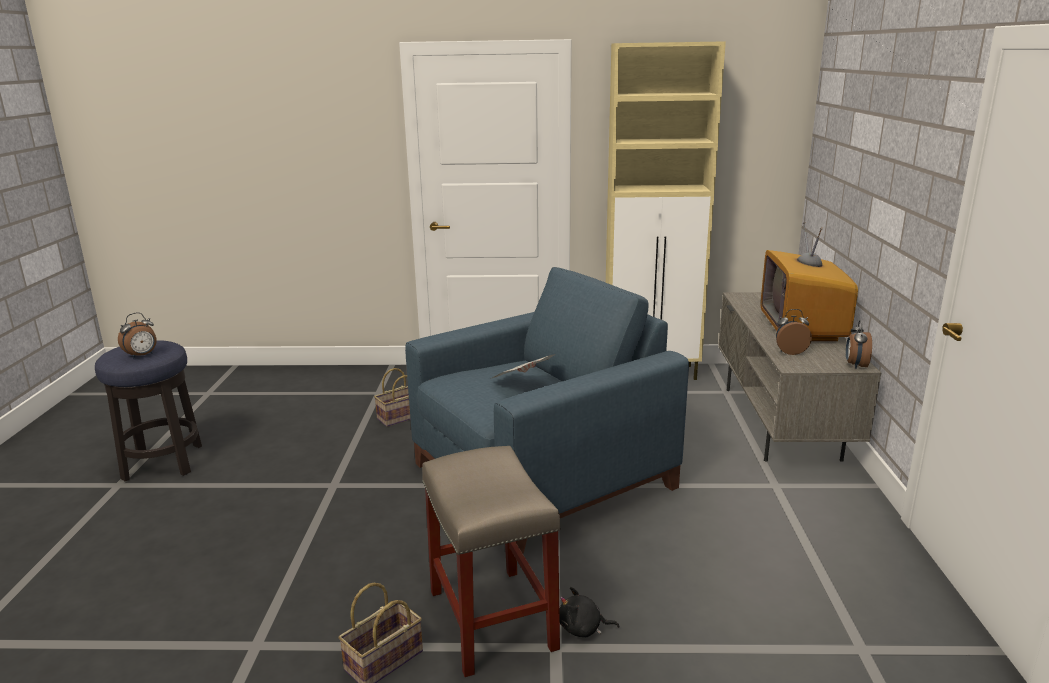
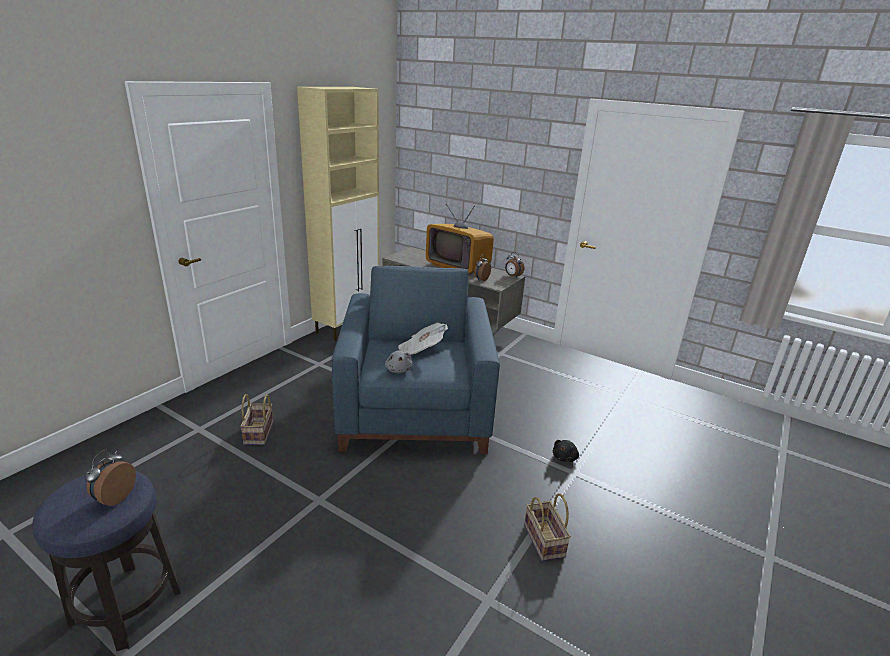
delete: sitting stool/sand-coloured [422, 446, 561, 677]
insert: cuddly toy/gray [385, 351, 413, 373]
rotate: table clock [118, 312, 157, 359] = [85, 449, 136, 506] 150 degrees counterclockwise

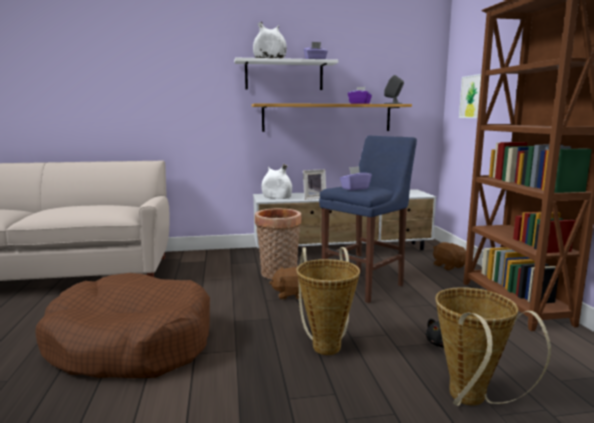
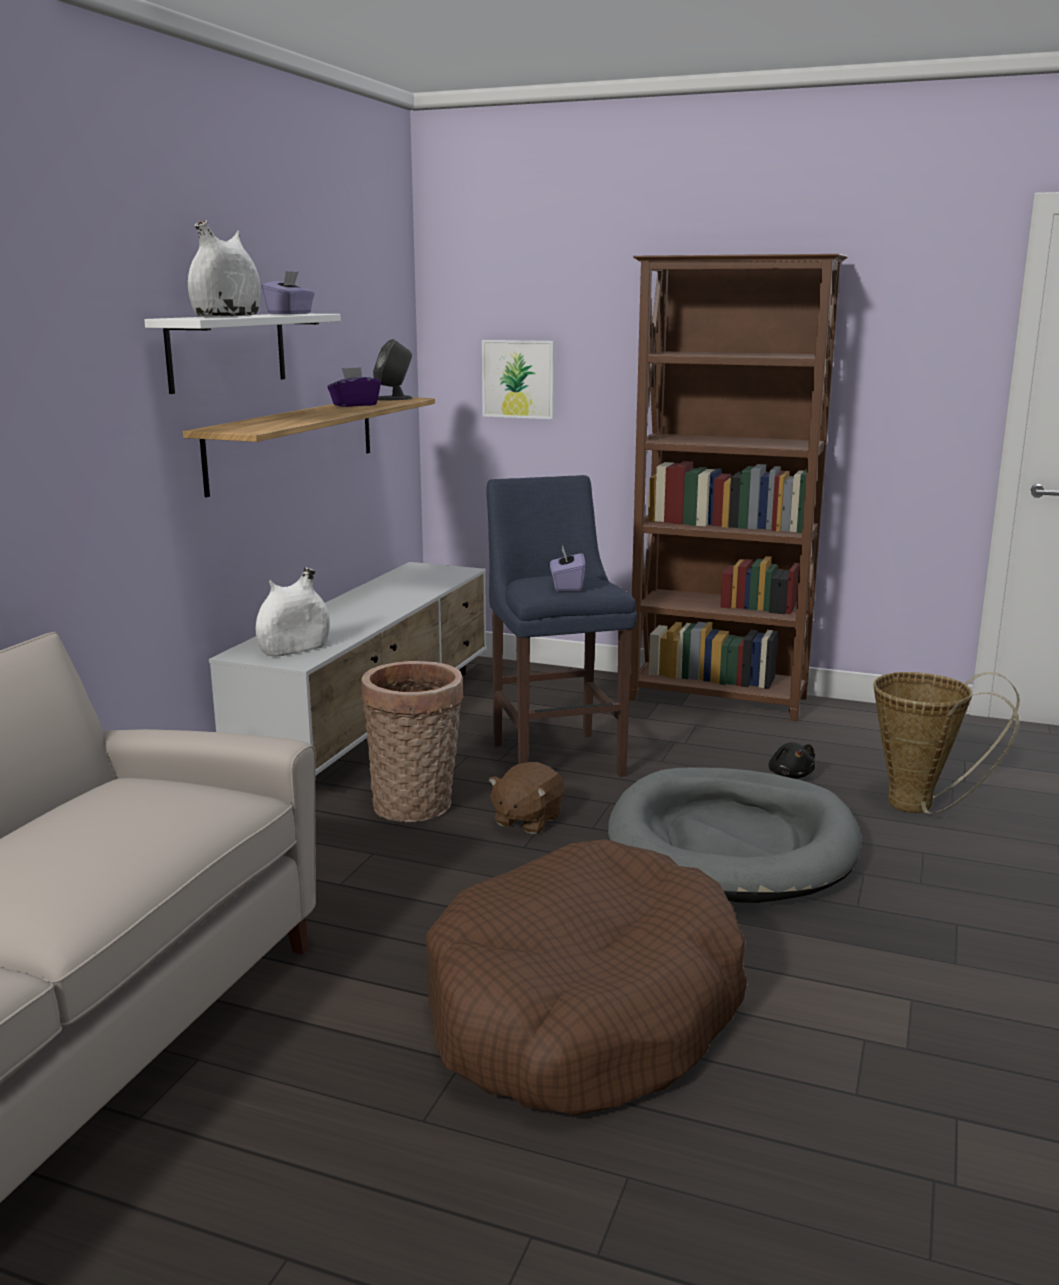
delete: standing frame [303, 169, 326, 200]; cuddly toy/brownish [433, 242, 466, 270]
replace: basket [296, 247, 360, 355] to dog bed/gray [608, 767, 861, 903]

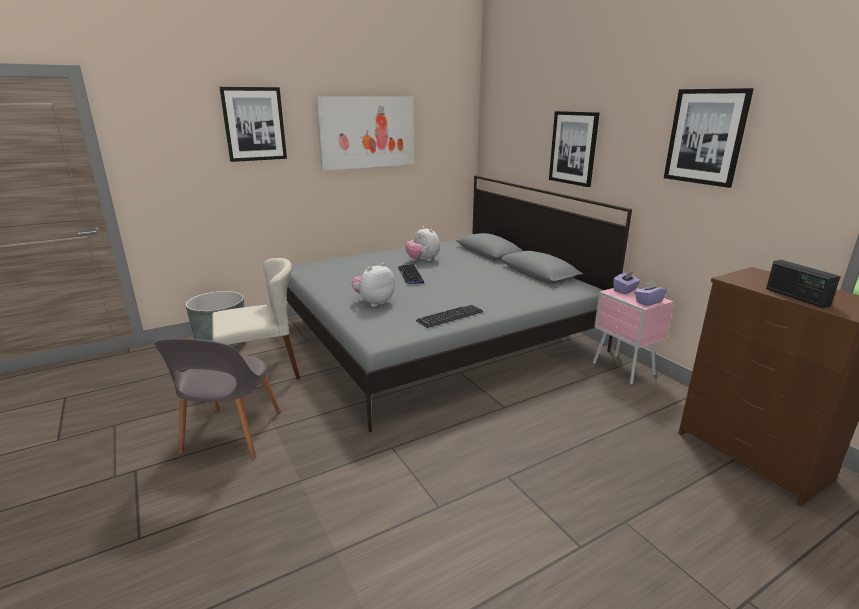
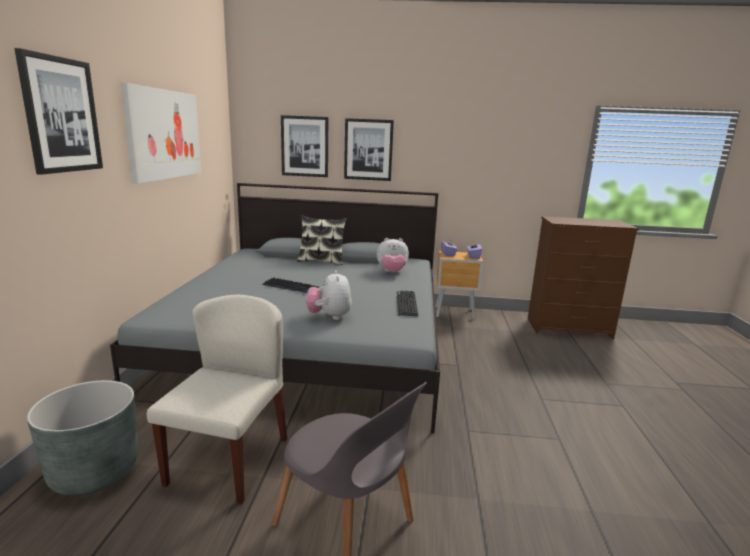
delete: radio receiver [766, 260, 841, 308]
insert: cushion [297, 215, 347, 265]
move: cuddly toy [405, 226, 440, 261] to [377, 238, 409, 272]; wall picture [664, 88, 754, 188] to [281, 115, 328, 177]
recolor: night table/pinkish [593, 288, 674, 385] to night table/brownish [436, 251, 483, 320]

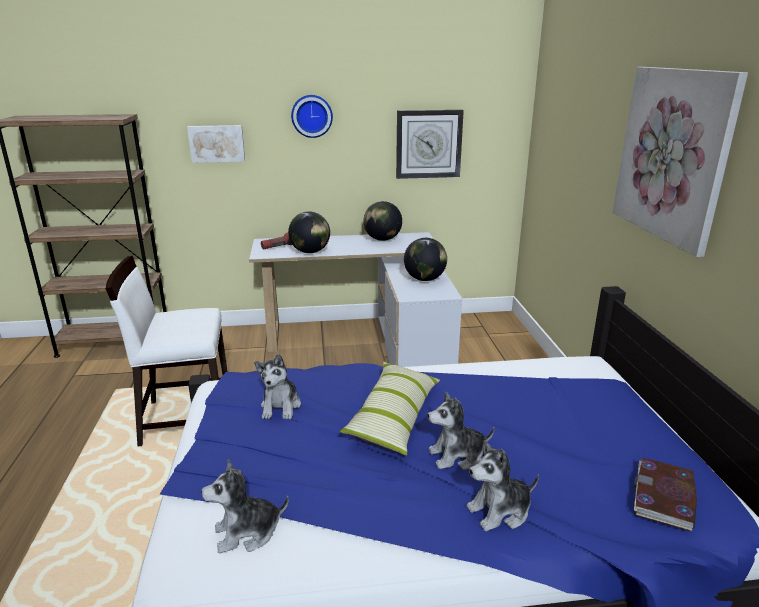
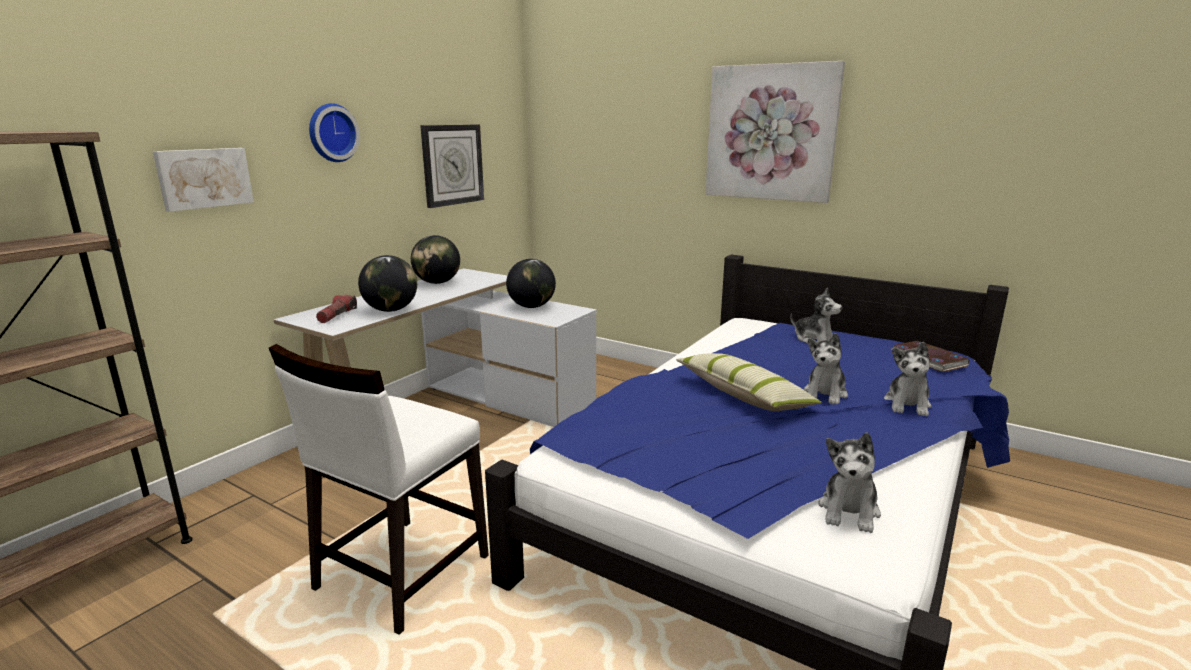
move: cuddly toy [254, 354, 301, 419] to [790, 288, 842, 343]

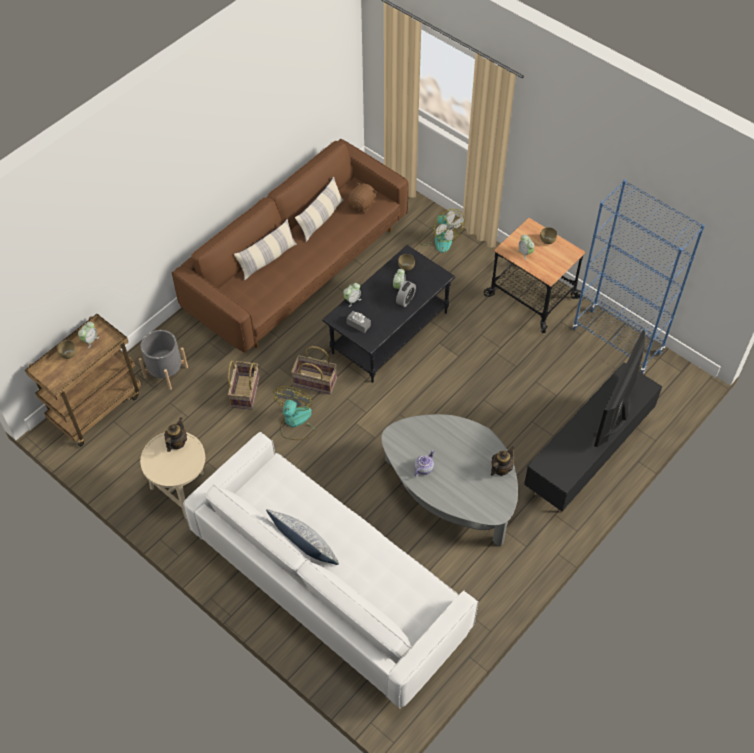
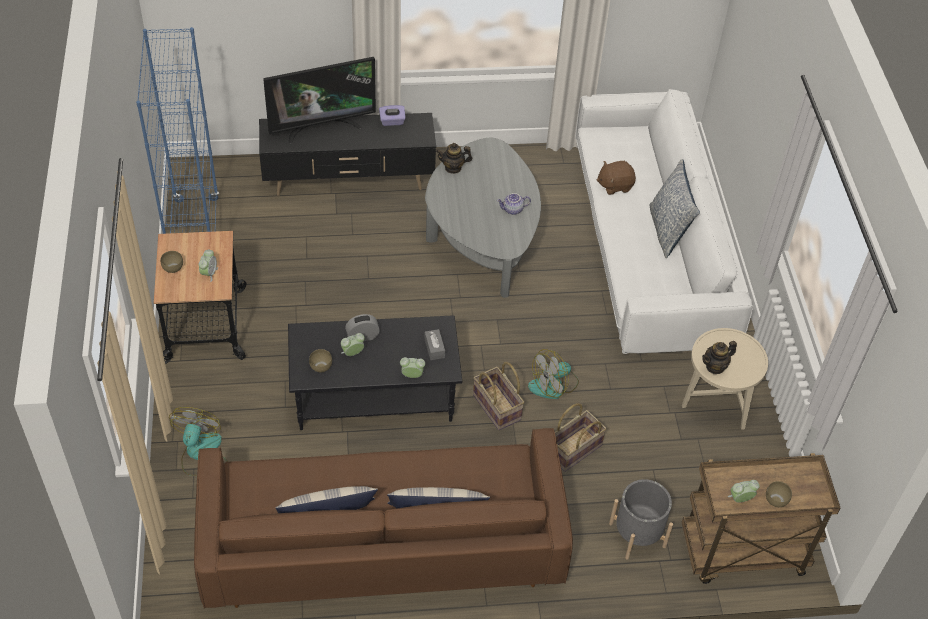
insert: box of tissues/purplish [379, 105, 406, 126]
move: cuddly toy/brownish [348, 182, 377, 212] to [597, 161, 636, 195]

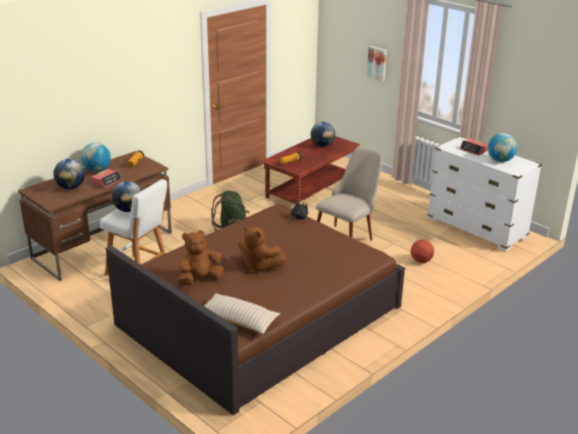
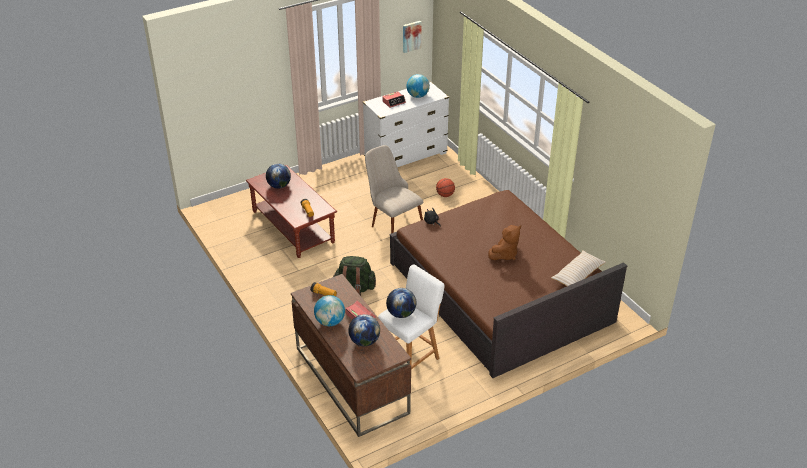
delete: cuddly toy/brownish [178, 230, 224, 286]
move: wall picture [367, 46, 387, 82] to [403, 21, 422, 53]

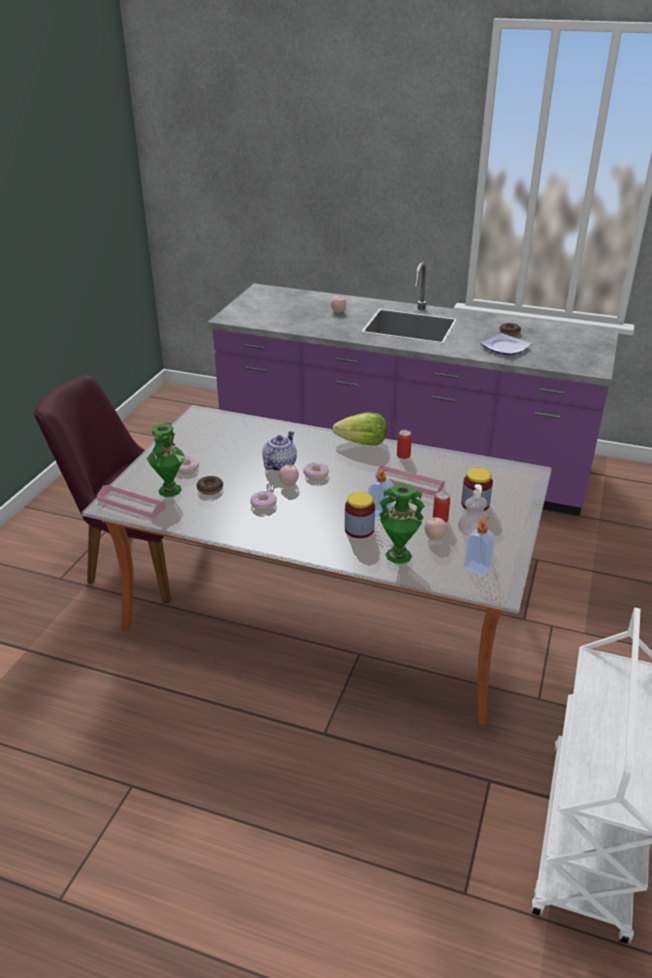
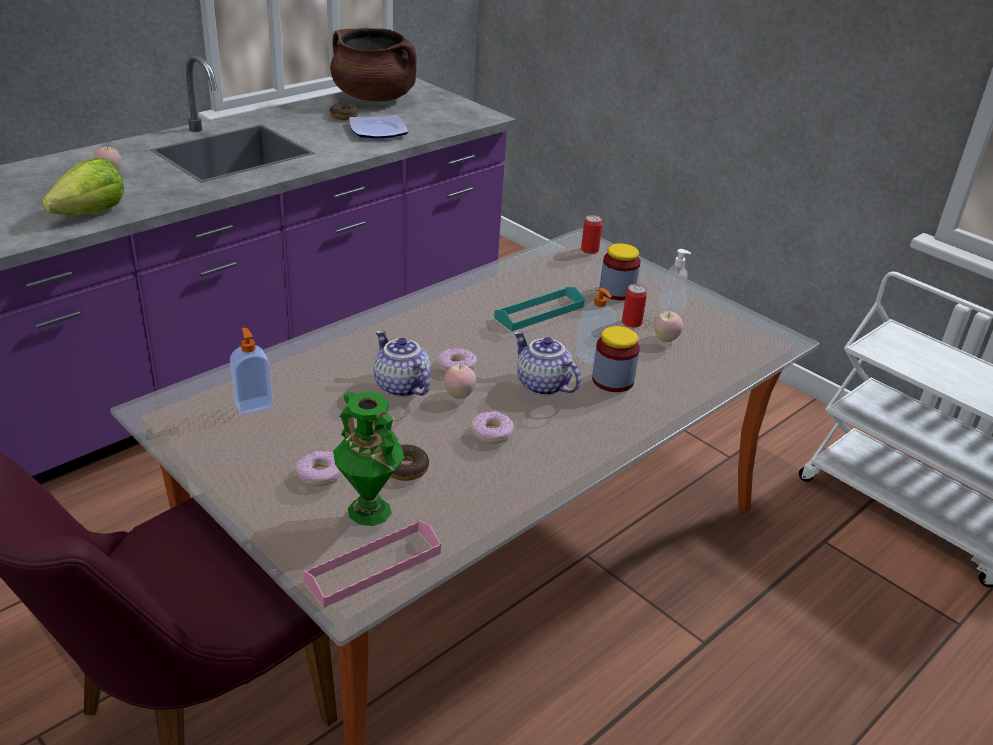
delete: vase/green-coloured [379, 483, 425, 564]
insert: stockpot/brownish [330, 28, 417, 102]; tea pot [514, 331, 581, 396]
move: head of lettuce [333, 412, 386, 445] to [42, 158, 124, 216]; sealed can [397, 430, 412, 459] to [581, 215, 602, 254]; liquid soap bottle [464, 517, 495, 576] to [230, 328, 273, 415]
recolor: serving tray/pinkish [375, 465, 445, 496] to serving tray/blue-green [494, 287, 585, 331]

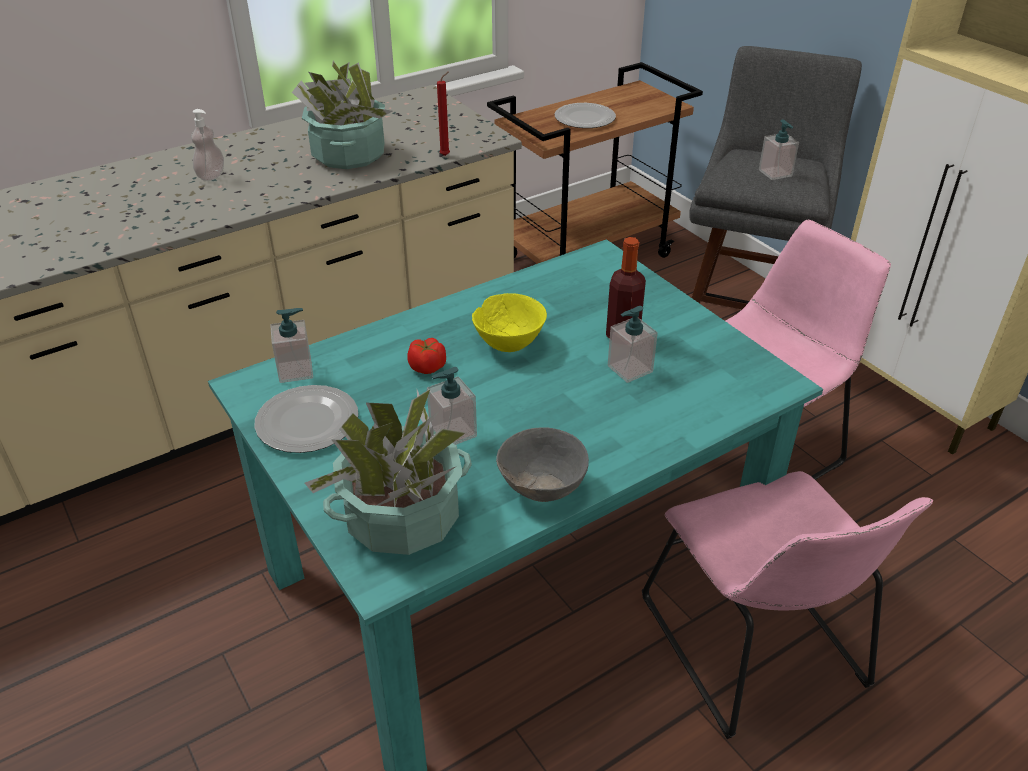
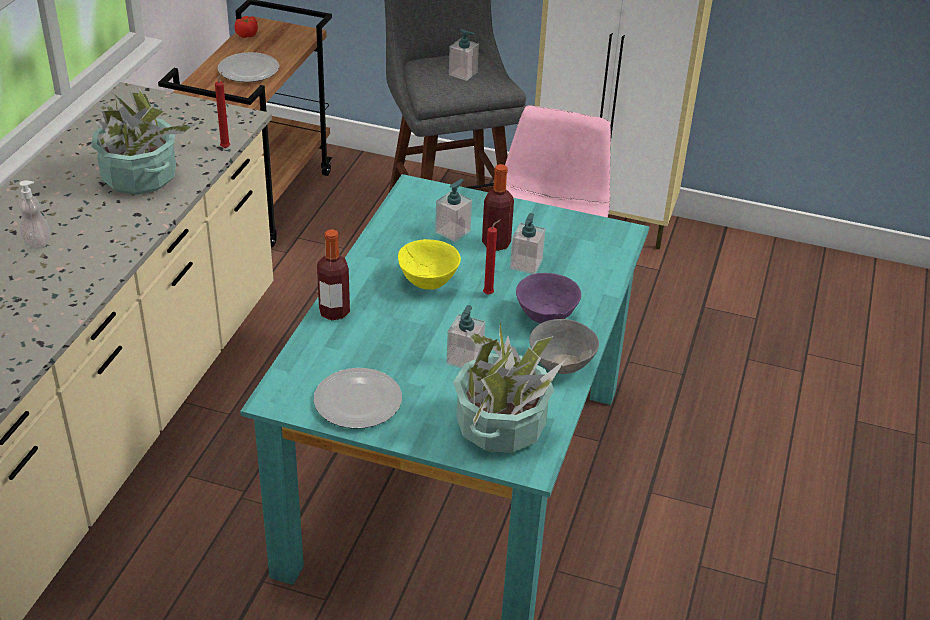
delete: chair/pinkish [642, 471, 933, 739]
insert: drink bottle [317, 229, 350, 320]; wax light/reddish [483, 219, 501, 295]; bowl/purplish [516, 273, 581, 323]
move: liquid soap bottle [270, 308, 313, 383] to [435, 179, 472, 242]; whole tomato [407, 338, 446, 374] to [235, 16, 258, 38]

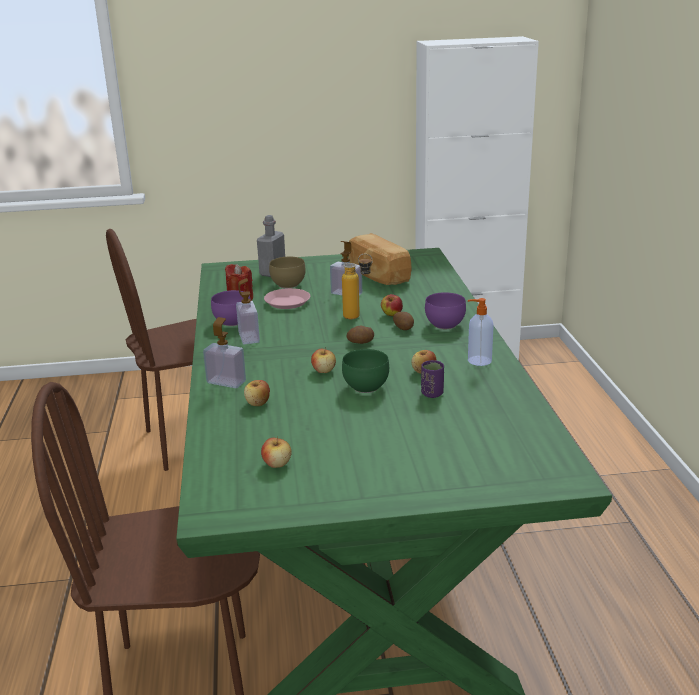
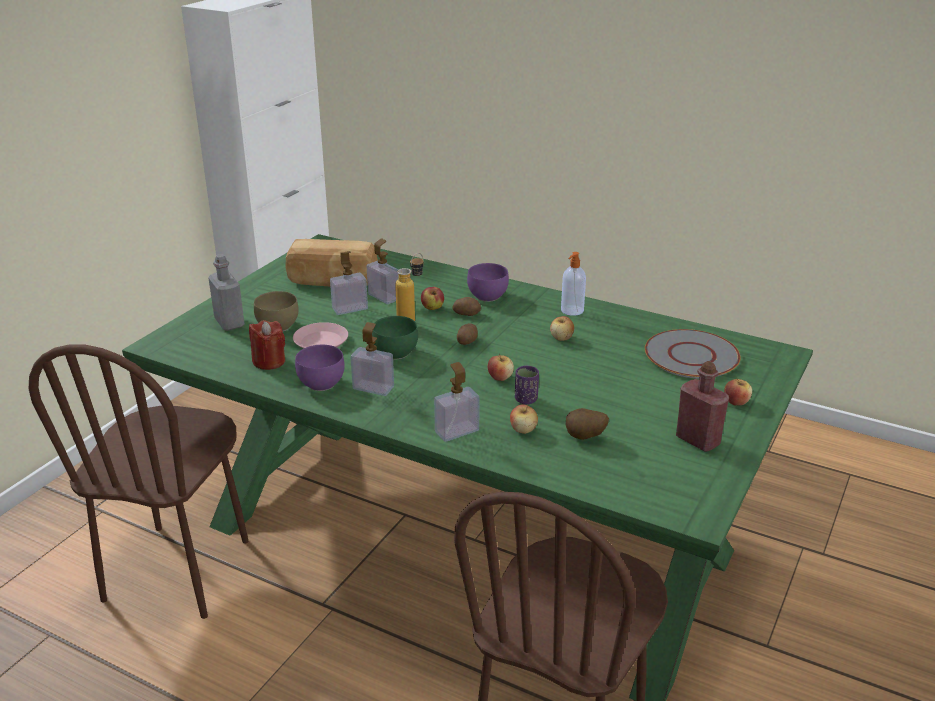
insert: liquid soap bottle [367, 239, 399, 304]; potato [565, 408, 609, 440]; plate/gray [645, 329, 741, 378]; drink bottle/reddish [676, 361, 729, 452]
move: apple [261, 436, 292, 468] to [724, 377, 752, 406]; bowl/green-coloured [342, 349, 389, 393] to [372, 316, 418, 359]; drinking cup/purplish [421, 360, 444, 398] to [515, 366, 539, 405]

